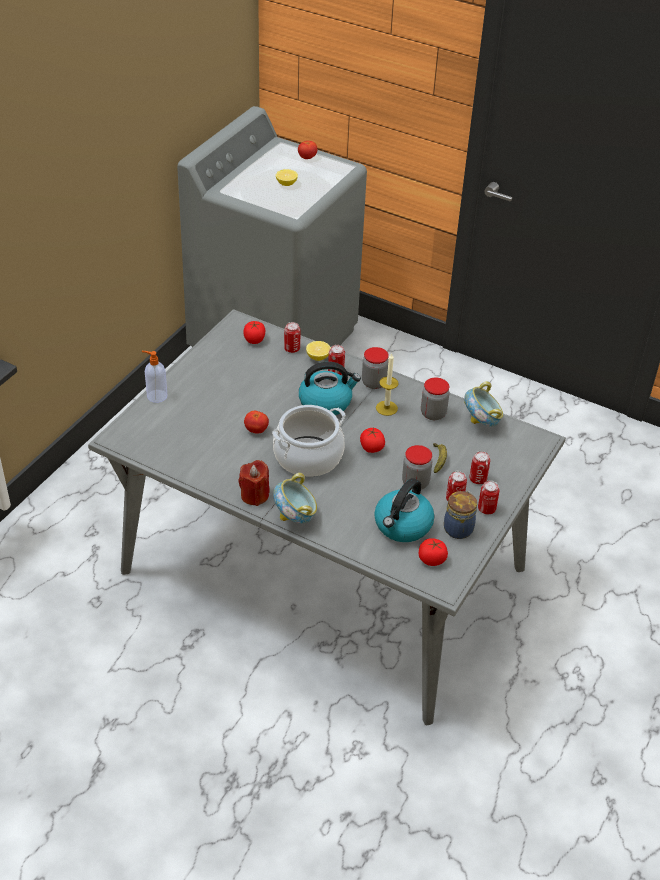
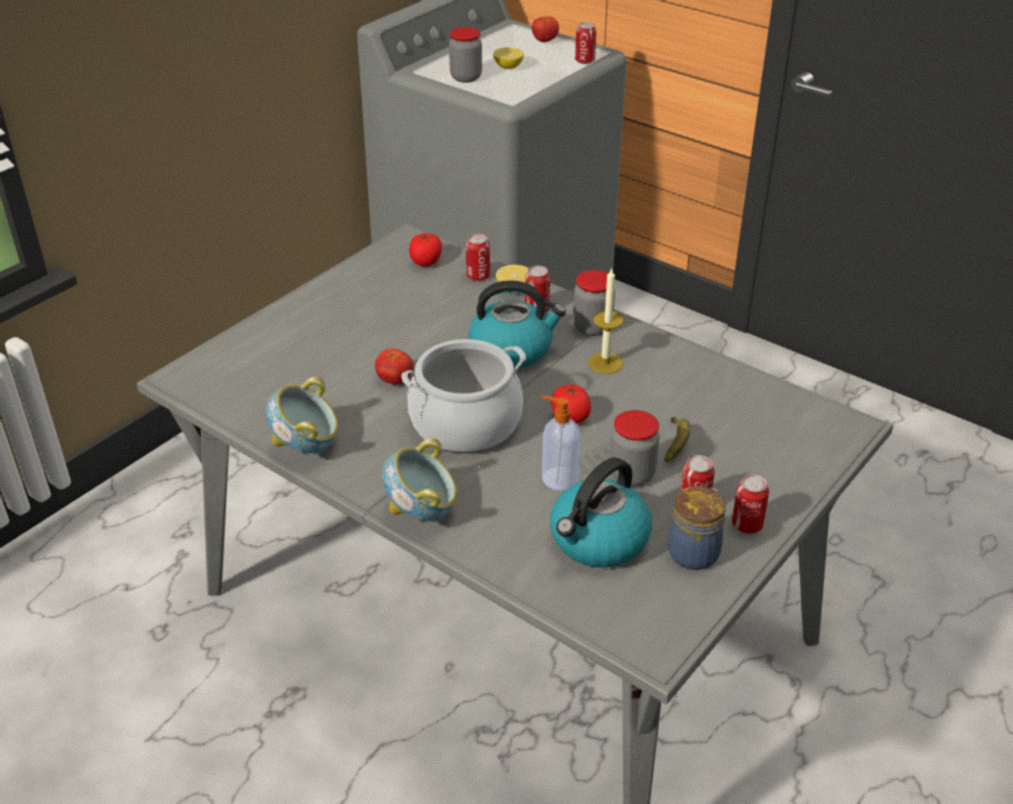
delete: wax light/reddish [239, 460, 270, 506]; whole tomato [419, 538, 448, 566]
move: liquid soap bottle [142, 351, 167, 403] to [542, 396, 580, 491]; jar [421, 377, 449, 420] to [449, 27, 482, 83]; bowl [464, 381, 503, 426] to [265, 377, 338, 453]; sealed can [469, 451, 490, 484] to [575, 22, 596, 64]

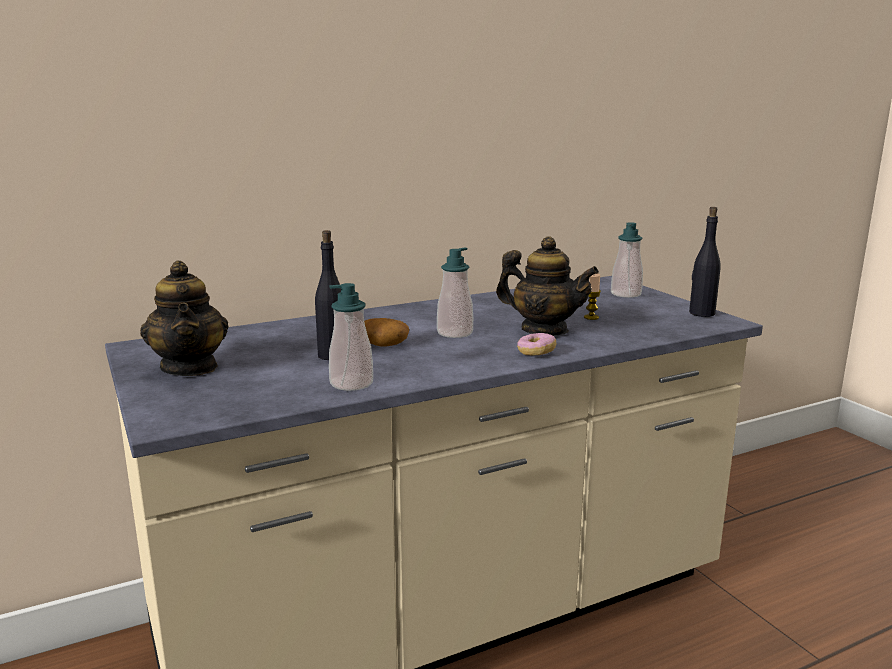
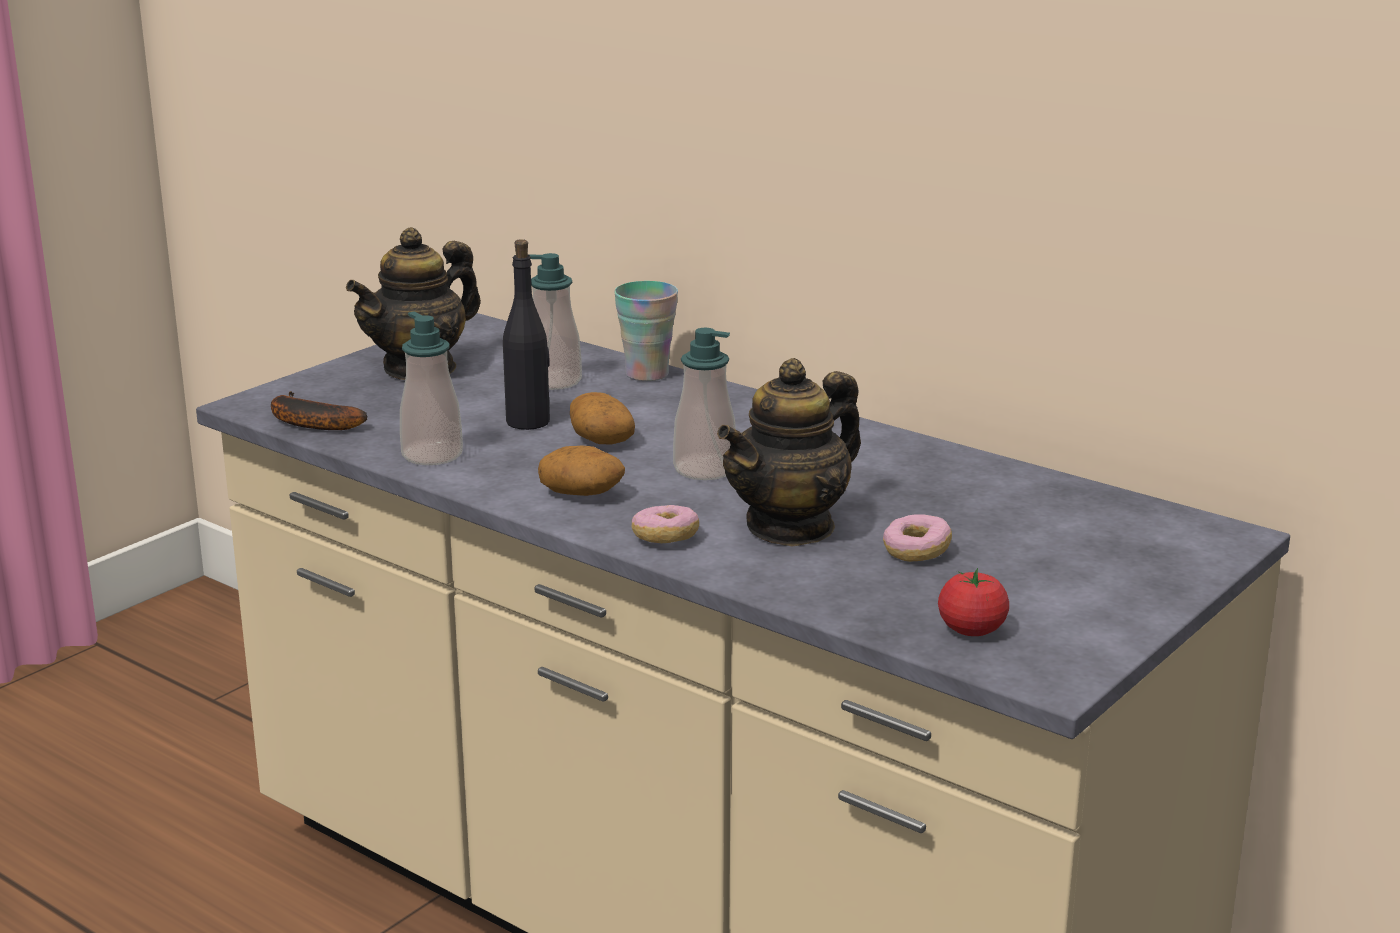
delete: drink bottle/blackish [689, 207, 721, 317]
insert: banana fruit [271, 391, 367, 430]; potato [538, 445, 625, 496]; drinking cup [614, 281, 678, 381]; whole tomato [938, 568, 1009, 636]
move: liquid soap bottle [611, 222, 643, 298] to [530, 253, 582, 390]
replace: wax light [584, 273, 601, 320] to donut [883, 514, 952, 562]
rotate: tea pot [496, 237, 599, 335] = [717, 358, 861, 547] 45 degrees clockwise

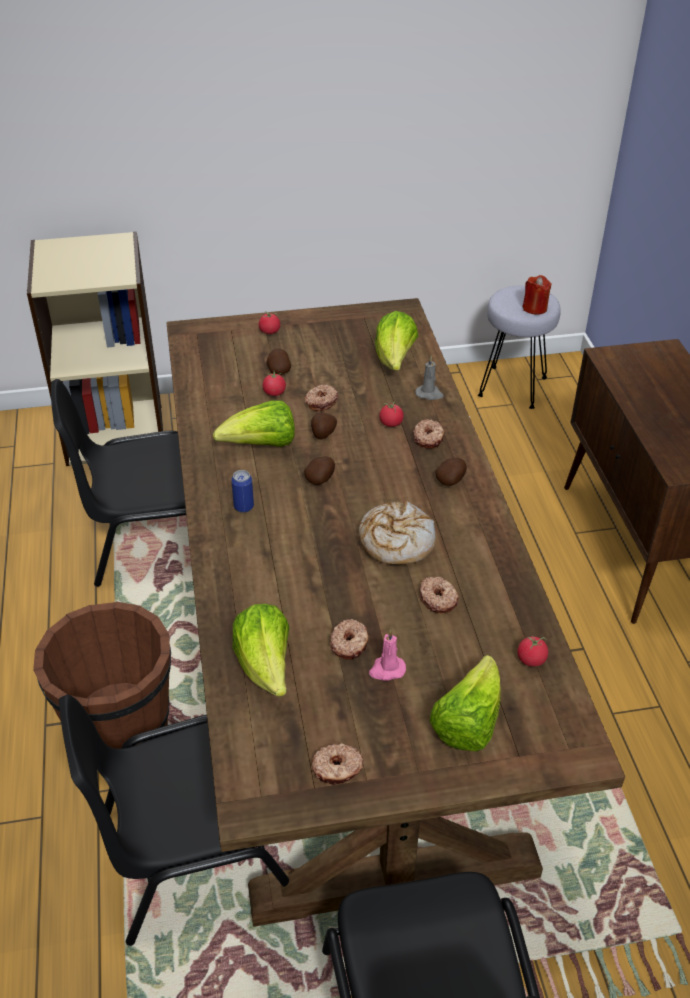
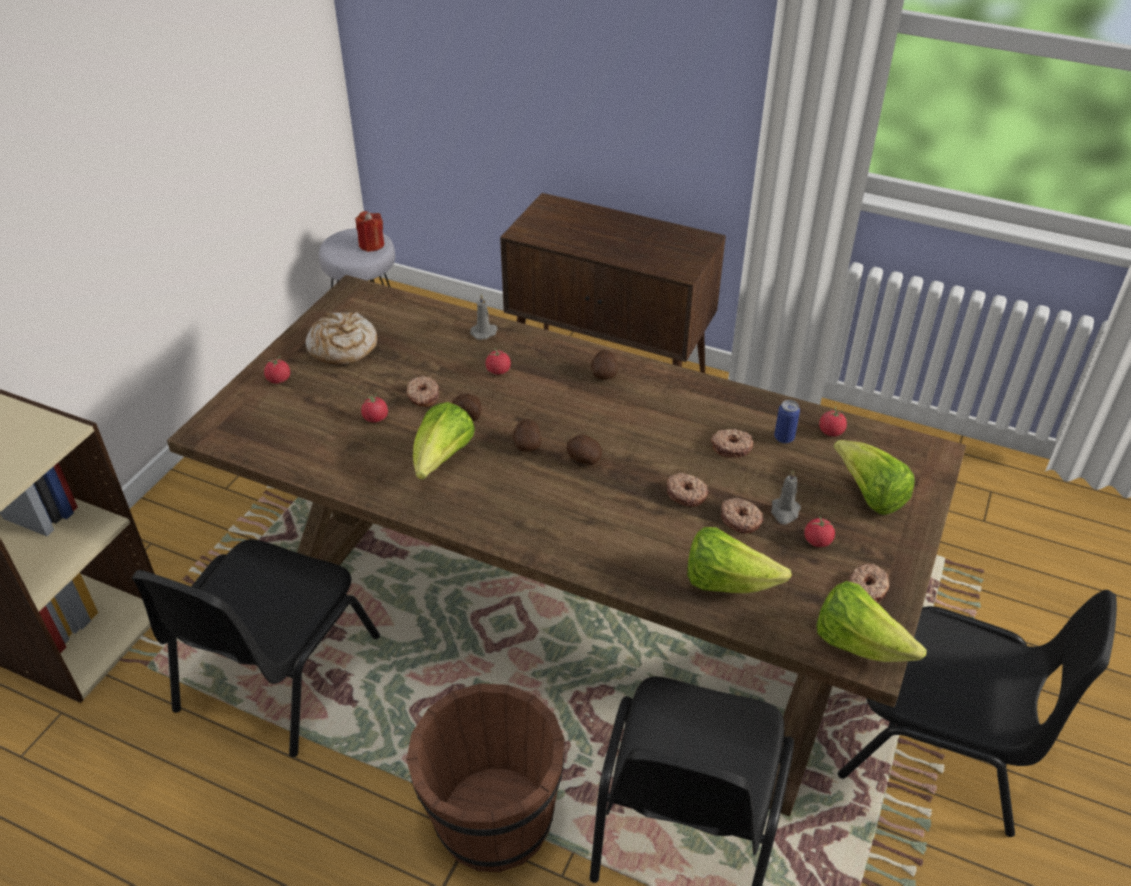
insert: whole tomato [804, 516, 835, 547]
move: sealed can [231, 470, 254, 513] to [774, 400, 800, 444]; potato [266, 349, 291, 375] to [566, 435, 602, 465]; bakery bread [359, 501, 436, 565] to [305, 312, 377, 365]; head of lettuce [375, 311, 418, 371] to [816, 581, 927, 662]; donut [413, 419, 444, 449] to [667, 473, 709, 507]
recolor: wax light/pinkish [369, 629, 406, 681] to wax light/gray [771, 470, 801, 524]

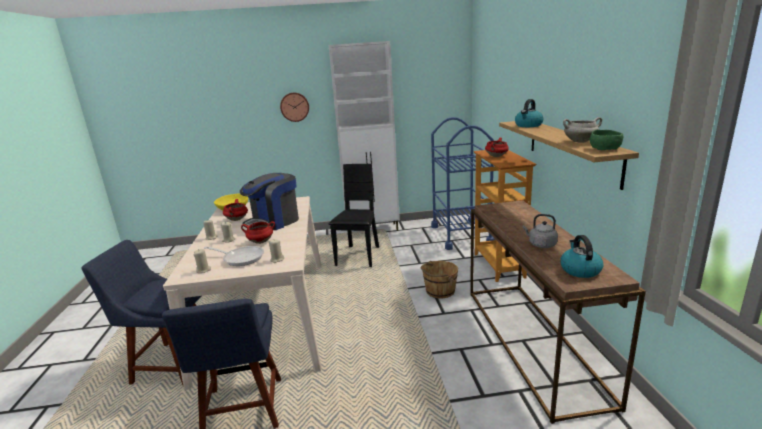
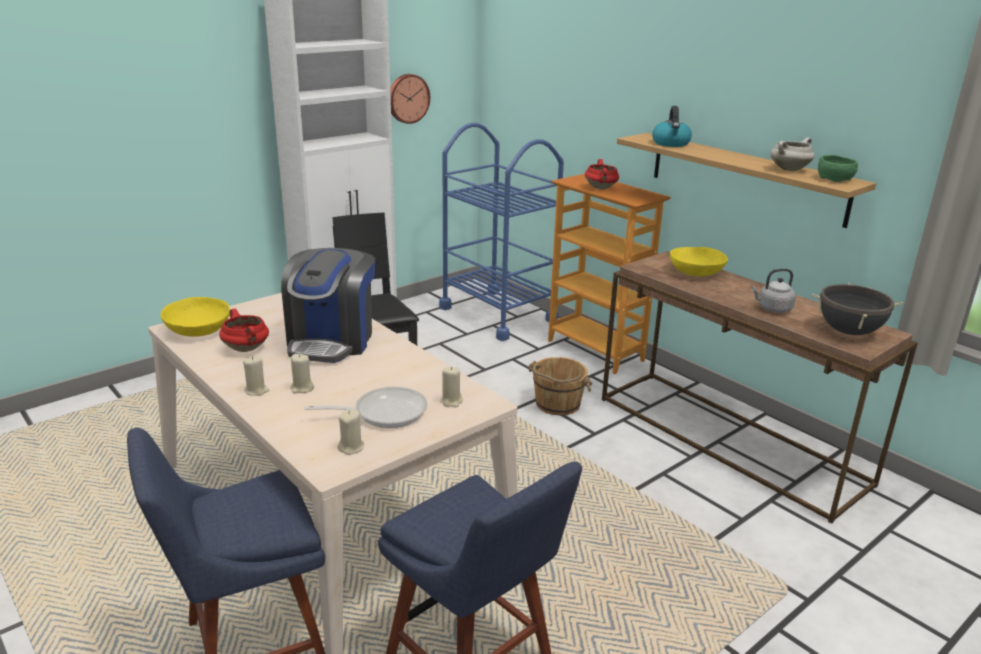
delete: stockpot/reddish [241, 221, 275, 244]
insert: bowl/yellowish [670, 247, 728, 276]
move: wall clock [280, 93, 309, 122] to [390, 74, 430, 124]
replace: water kettle [560, 235, 604, 278] to stockpot/blackish [812, 283, 903, 335]

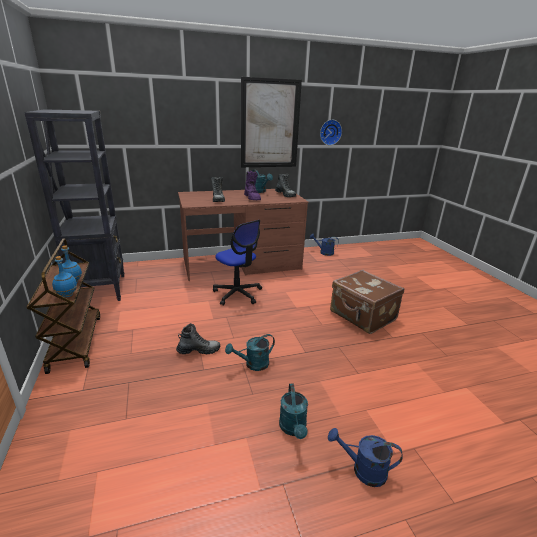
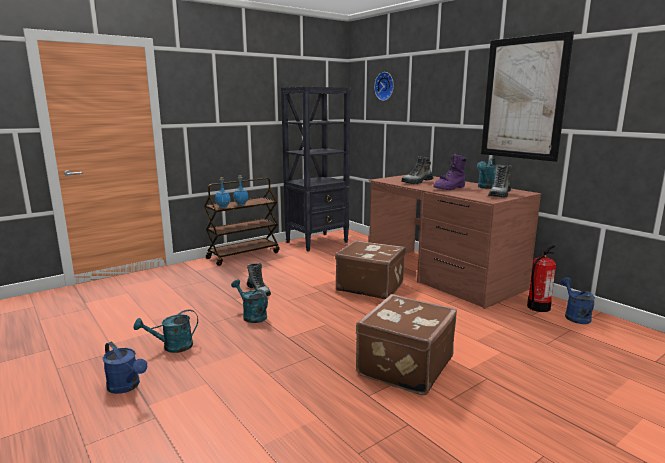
insert: fire-fighting cylinder [527, 245, 556, 312]
move: wall clock [320, 120, 342, 145] to [374, 72, 394, 101]
replace: desk chair [213, 220, 262, 306] to travel case/brownish [335, 240, 406, 299]
rotate: sprinkling can/bluish [328, 428, 403, 487] = [103, 342, 147, 394] 135 degrees clockwise

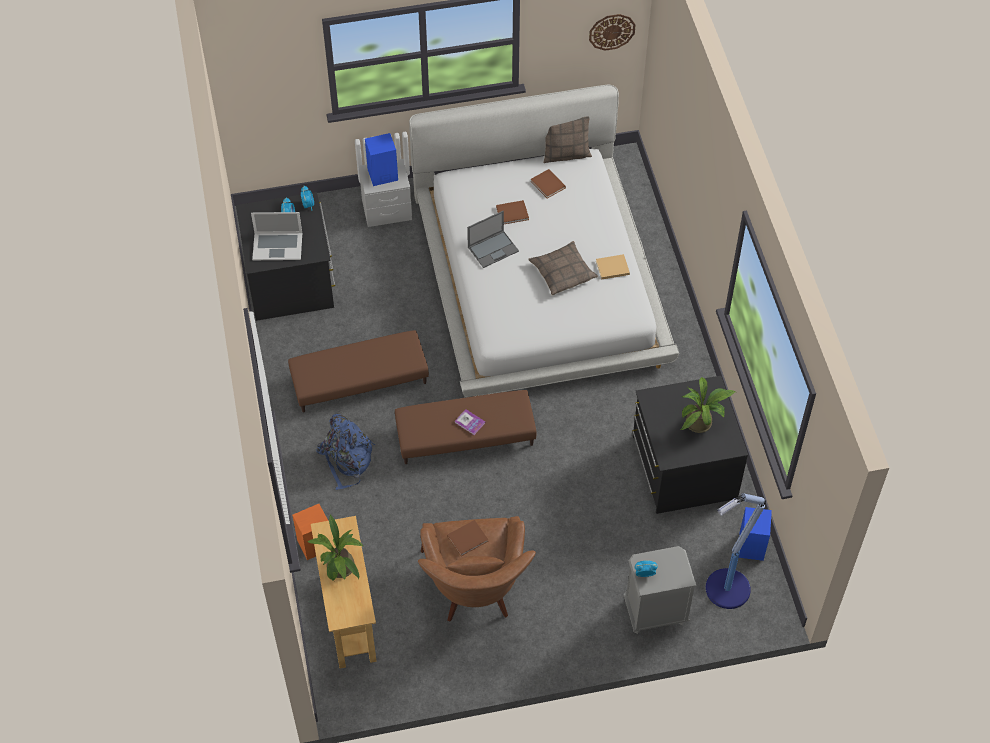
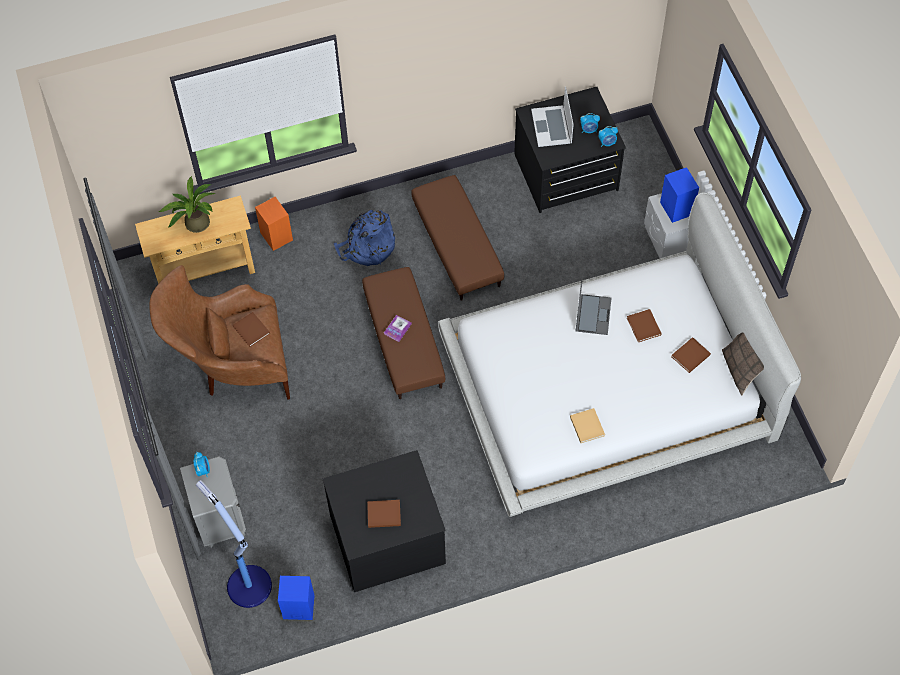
delete: cushion [528, 241, 598, 296]; wall clock [589, 14, 636, 51]
replace: plant in a pot [681, 377, 736, 433] to bound book/brownish [367, 500, 401, 528]
rotate: portable computer [467, 211, 519, 268] = [576, 277, 611, 335] 135 degrees counterclockwise

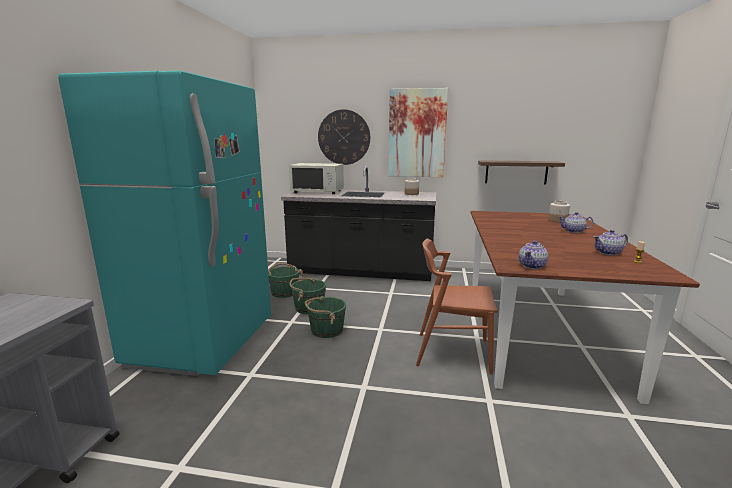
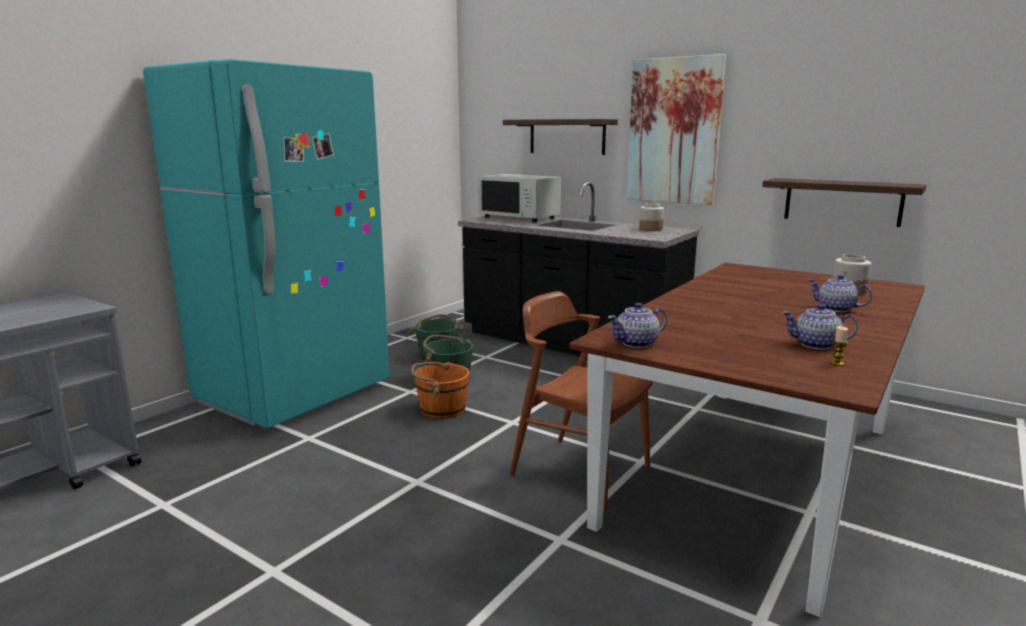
replace: wall clock [318, 109, 370, 165] to shelf [503, 119, 618, 155]
recolor: pail/green-coloured [305, 296, 346, 338] to pail/orange-coloured [411, 362, 470, 419]

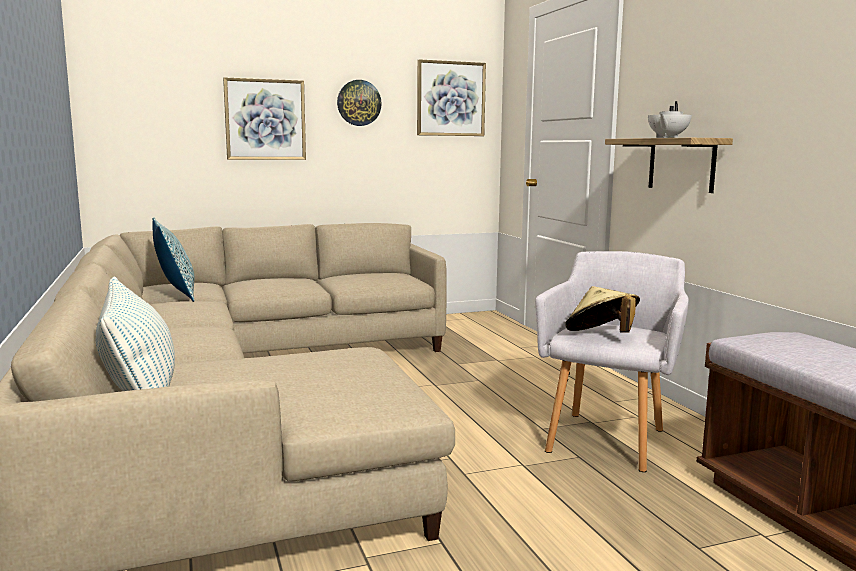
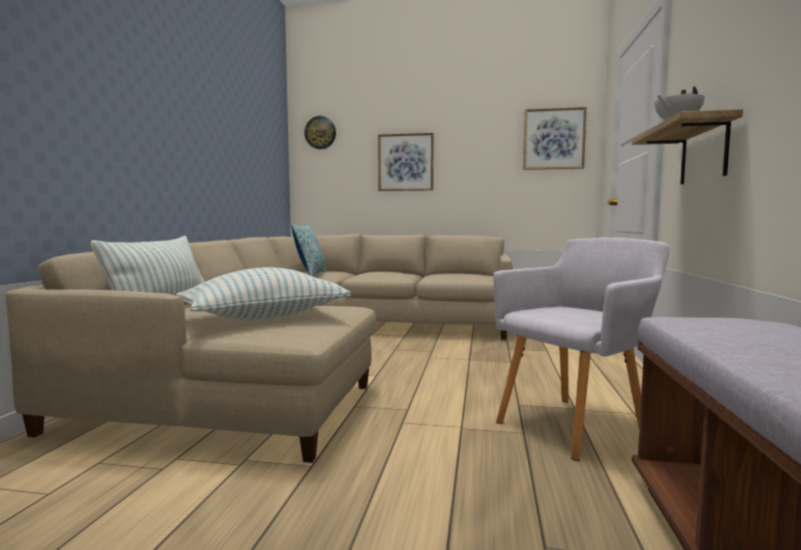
delete: hat/sand-coloured [565, 286, 640, 333]
insert: cushion [176, 267, 351, 320]
move: wall clock [337, 80, 382, 126] to [304, 116, 336, 149]

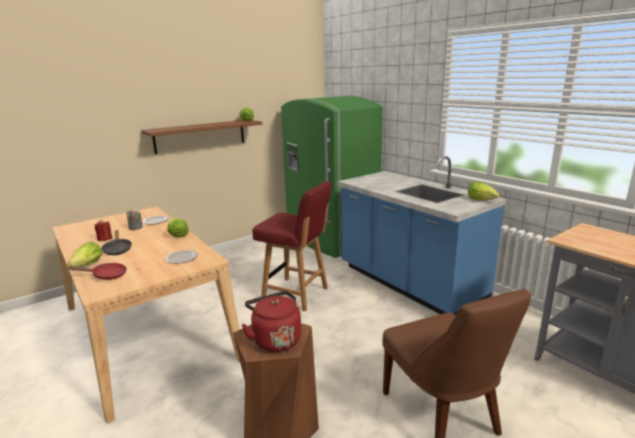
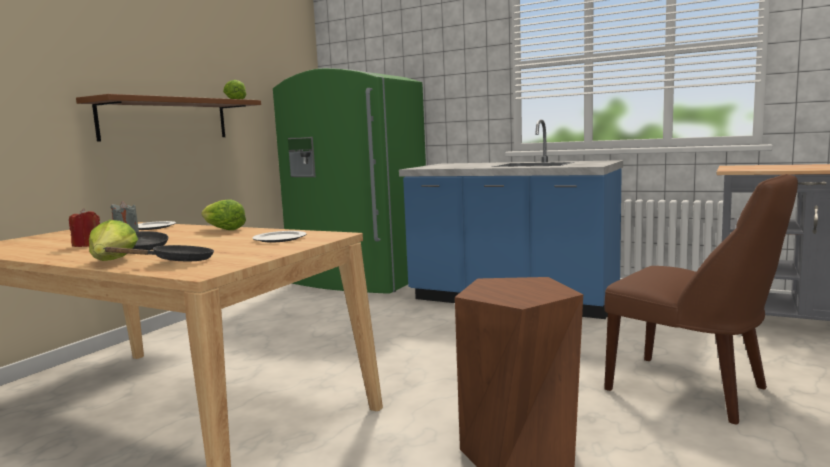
delete: water kettle/reddish [242, 291, 301, 352]; chair/reddish [252, 181, 332, 311]; head of lettuce [468, 182, 500, 200]
recolor: skillet/reddish [68, 263, 127, 280] to skillet/blackish [103, 245, 214, 261]

